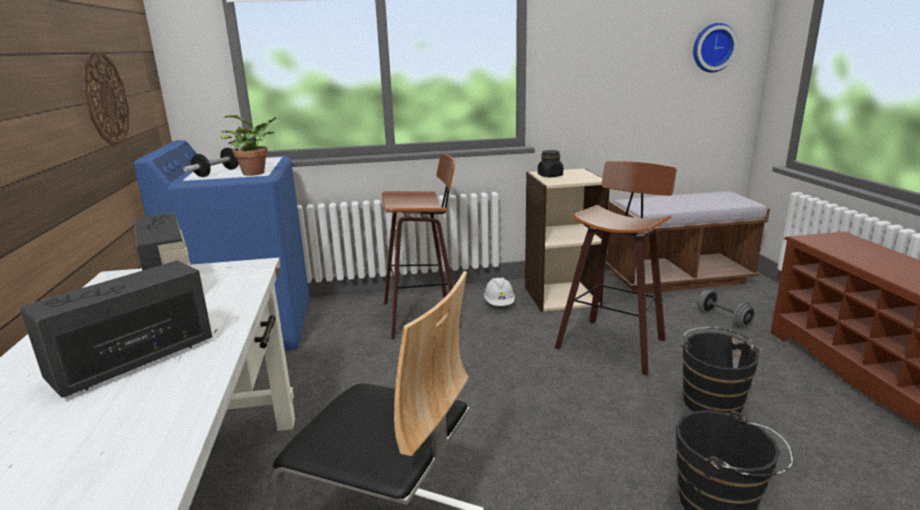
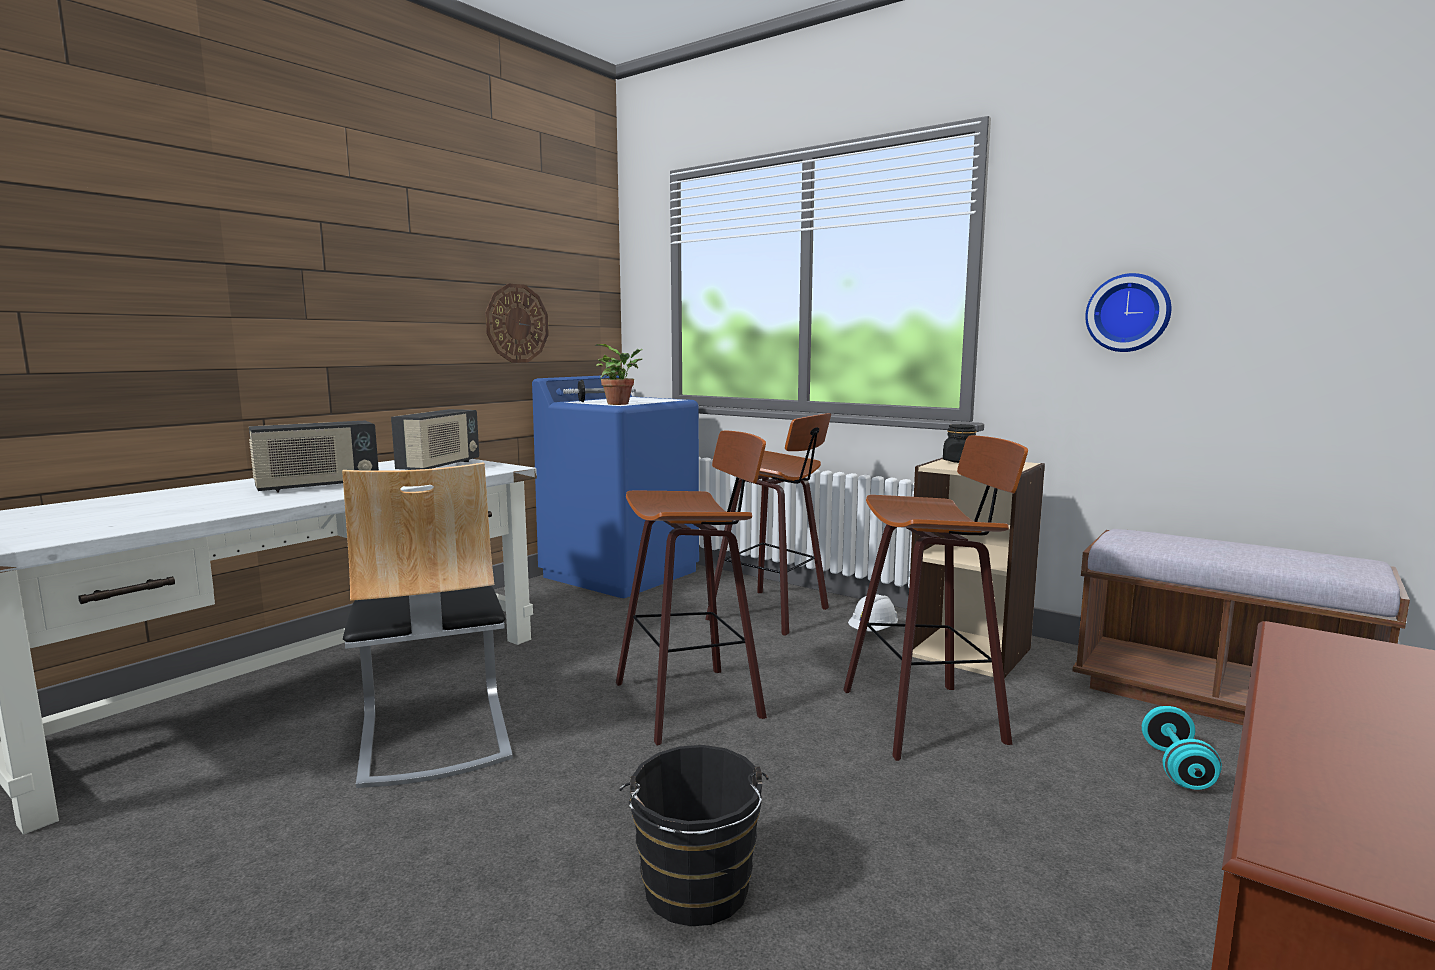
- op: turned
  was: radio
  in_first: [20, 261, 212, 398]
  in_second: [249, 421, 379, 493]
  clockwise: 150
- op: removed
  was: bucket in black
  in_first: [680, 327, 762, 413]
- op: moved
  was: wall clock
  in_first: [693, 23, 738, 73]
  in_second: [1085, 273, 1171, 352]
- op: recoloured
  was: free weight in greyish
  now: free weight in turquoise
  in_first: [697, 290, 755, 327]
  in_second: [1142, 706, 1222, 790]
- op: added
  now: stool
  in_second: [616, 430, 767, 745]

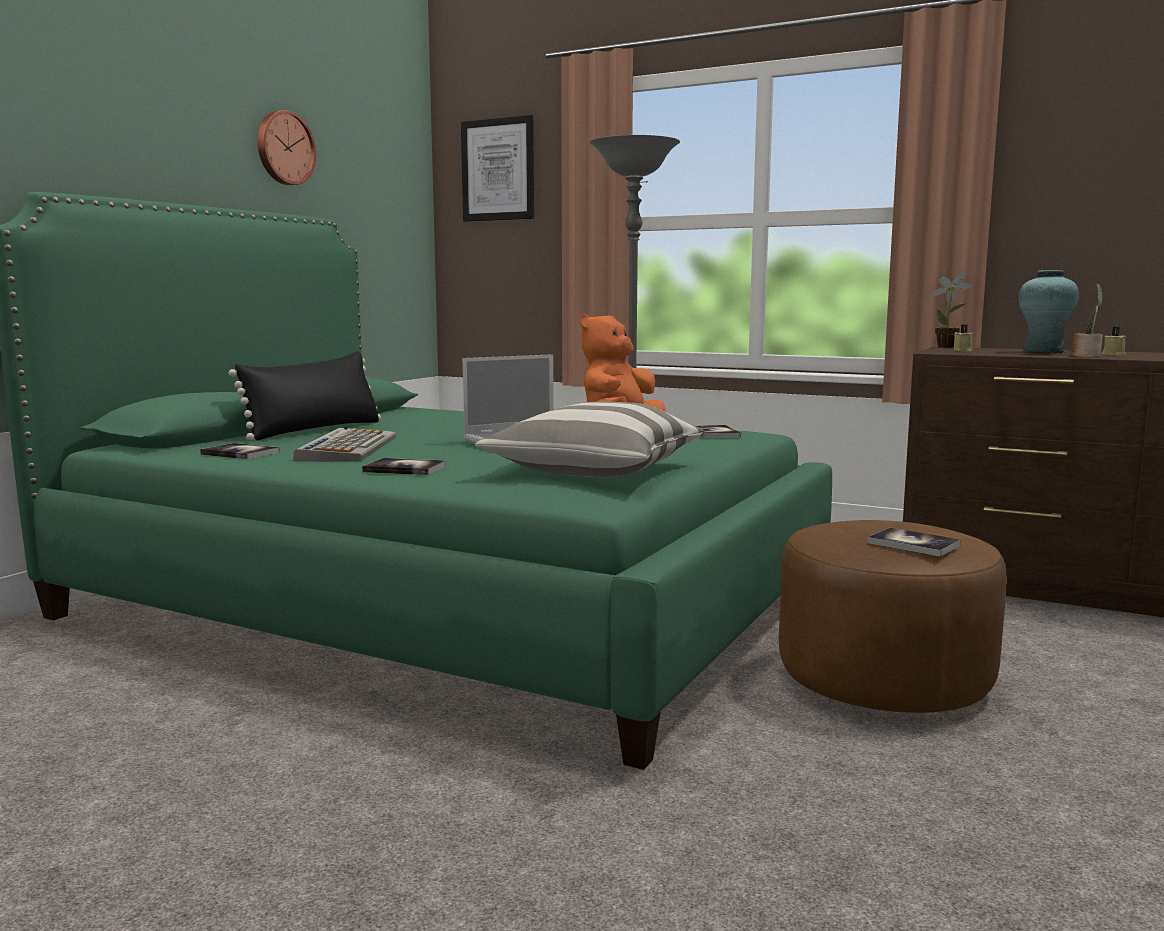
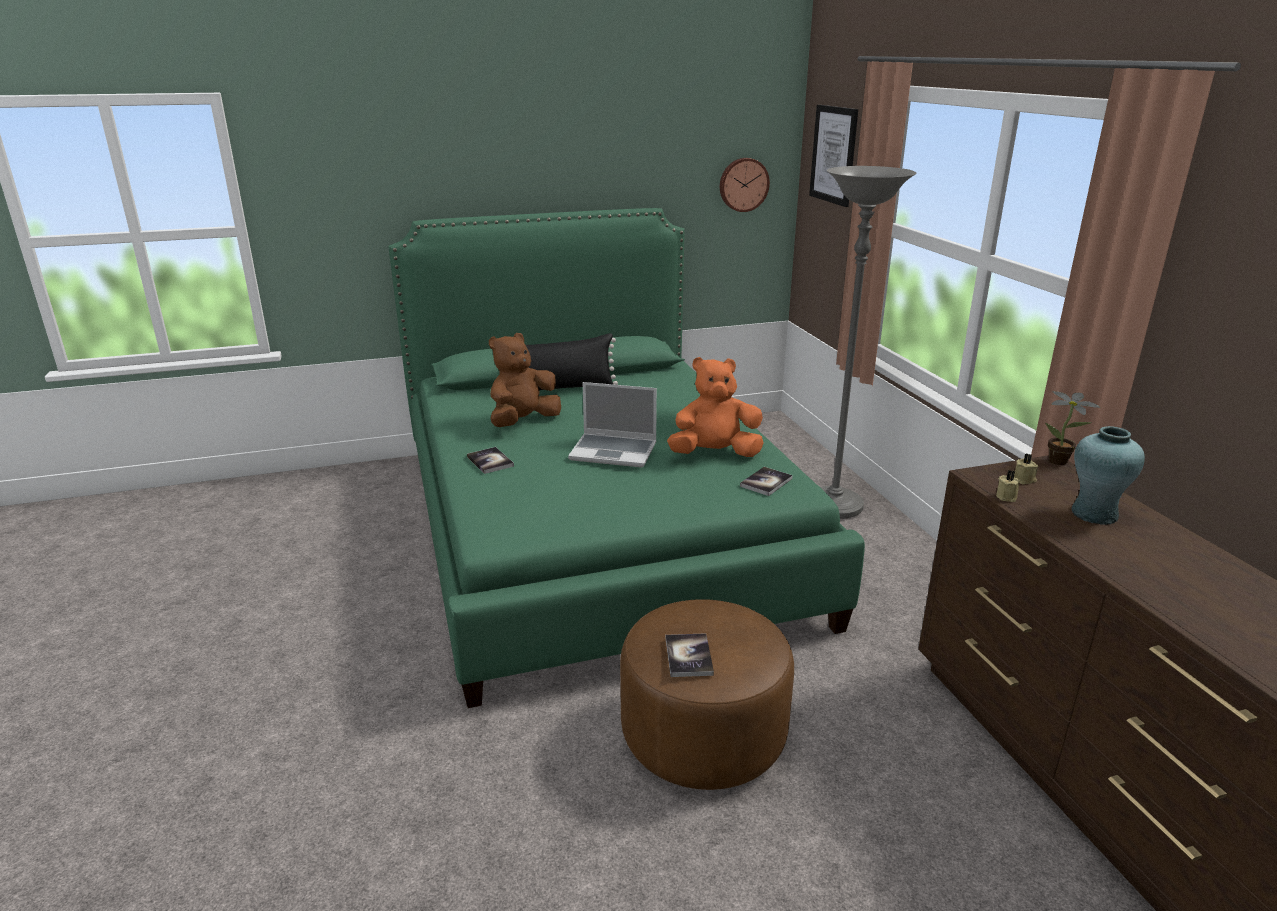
- op: removed
  was: volume
  in_first: [200, 443, 280, 459]
- op: moved
  was: wall clock
  in_first: [257, 110, 316, 185]
  in_second: [720, 158, 770, 212]
- op: replaced
  was: PC keyboard
  now: soft toy in brown-coloured
  in_first: [294, 427, 396, 462]
  in_second: [489, 333, 561, 427]
- op: removed
  was: throw pillow
  in_first: [475, 402, 705, 477]
- op: removed
  was: plant in a pot
  in_first: [1072, 284, 1103, 357]
- op: moved
  was: candle in beige-coloured
  in_first: [1101, 327, 1126, 356]
  in_second: [996, 470, 1020, 502]

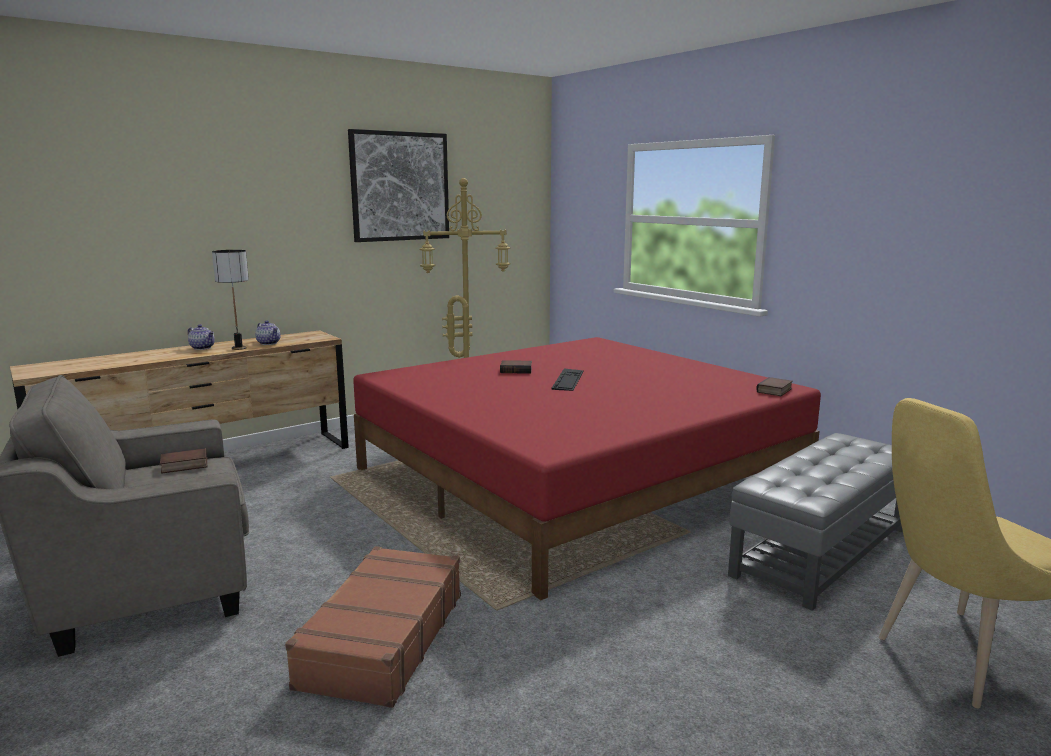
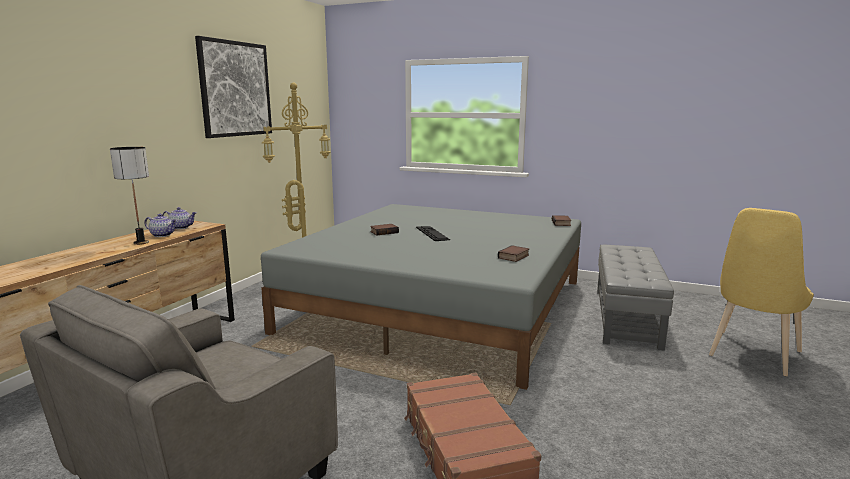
- op: moved
  was: volume
  in_first: [160, 448, 207, 474]
  in_second: [498, 245, 529, 262]
- op: moved
  was: tea pot
  in_first: [188, 324, 215, 350]
  in_second: [162, 207, 196, 229]
- op: recoloured
  was: bedroom bed in red-coloured
  now: bedroom bed in greyish
  in_first: [353, 337, 821, 600]
  in_second: [261, 204, 581, 390]

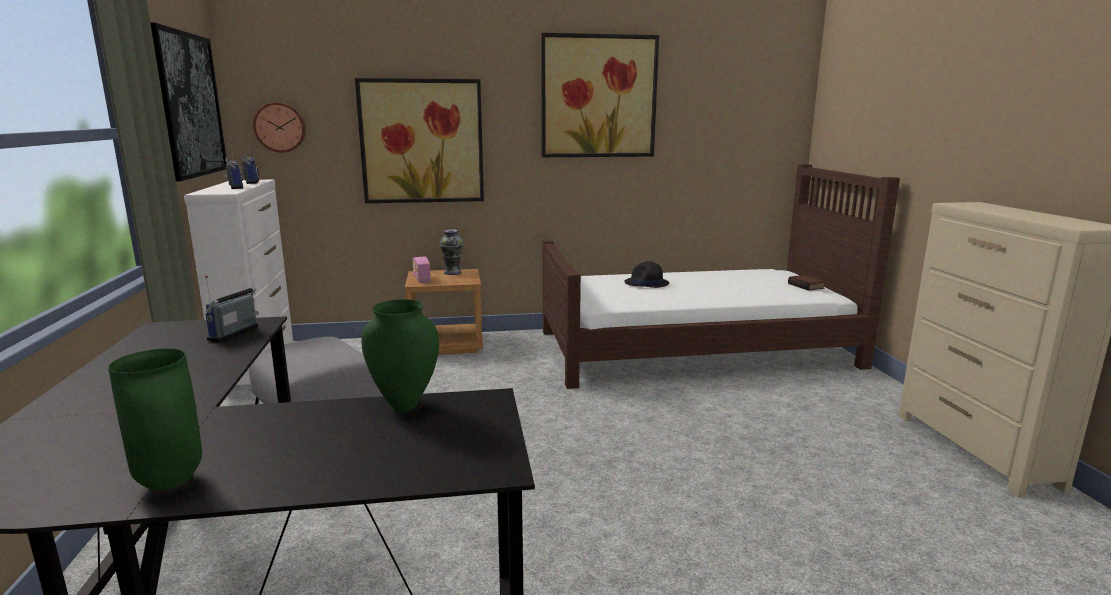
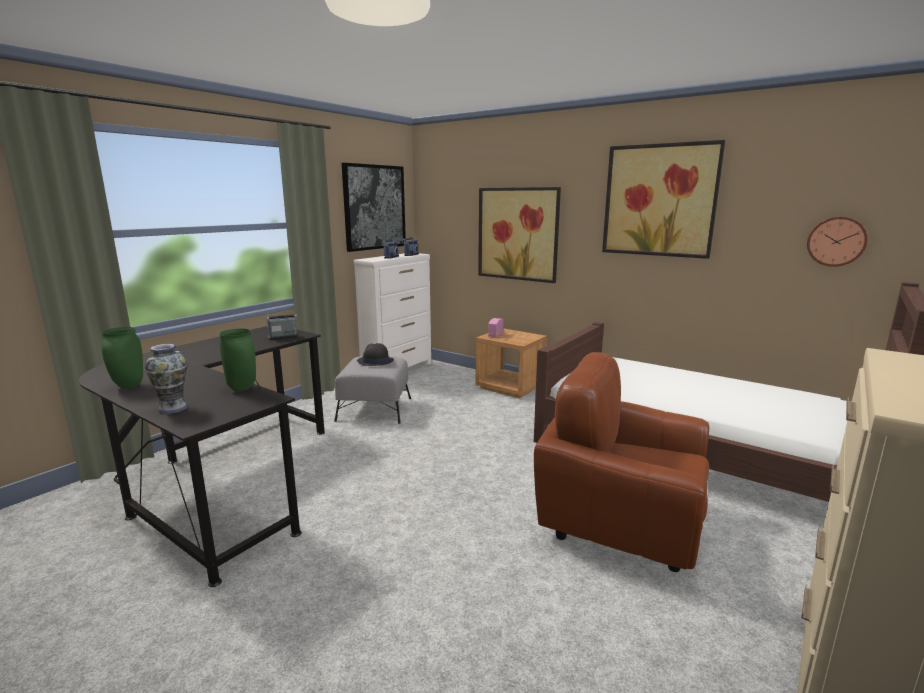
- op: moved
  was: wall clock
  in_first: [253, 102, 306, 153]
  in_second: [807, 217, 868, 267]
- op: moved
  was: decorative vase
  in_first: [440, 229, 464, 275]
  in_second: [145, 344, 188, 414]
- op: moved
  was: clothing hat in black
  in_first: [624, 261, 669, 288]
  in_second: [357, 343, 394, 366]
- op: removed
  was: volume
  in_first: [788, 275, 825, 291]
- op: added
  now: lounge chair in brown-coloured
  in_second: [534, 352, 709, 572]

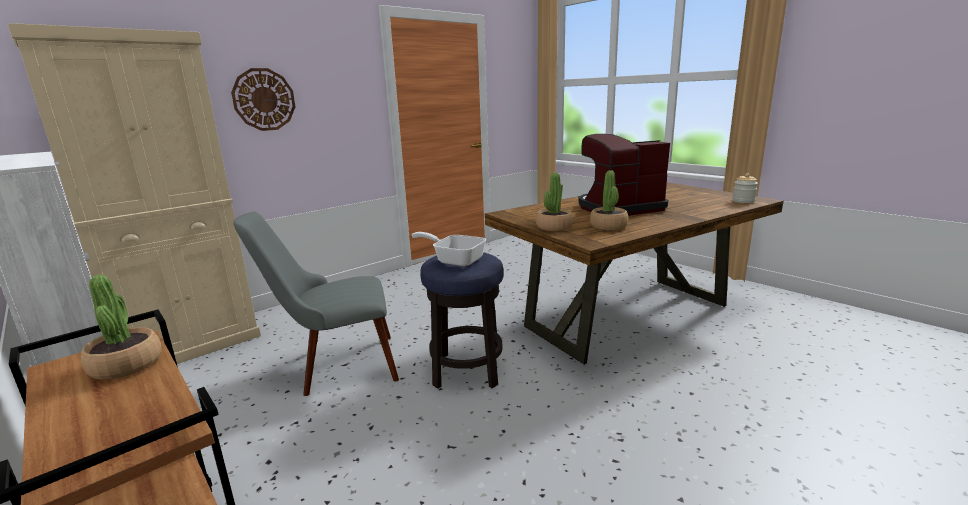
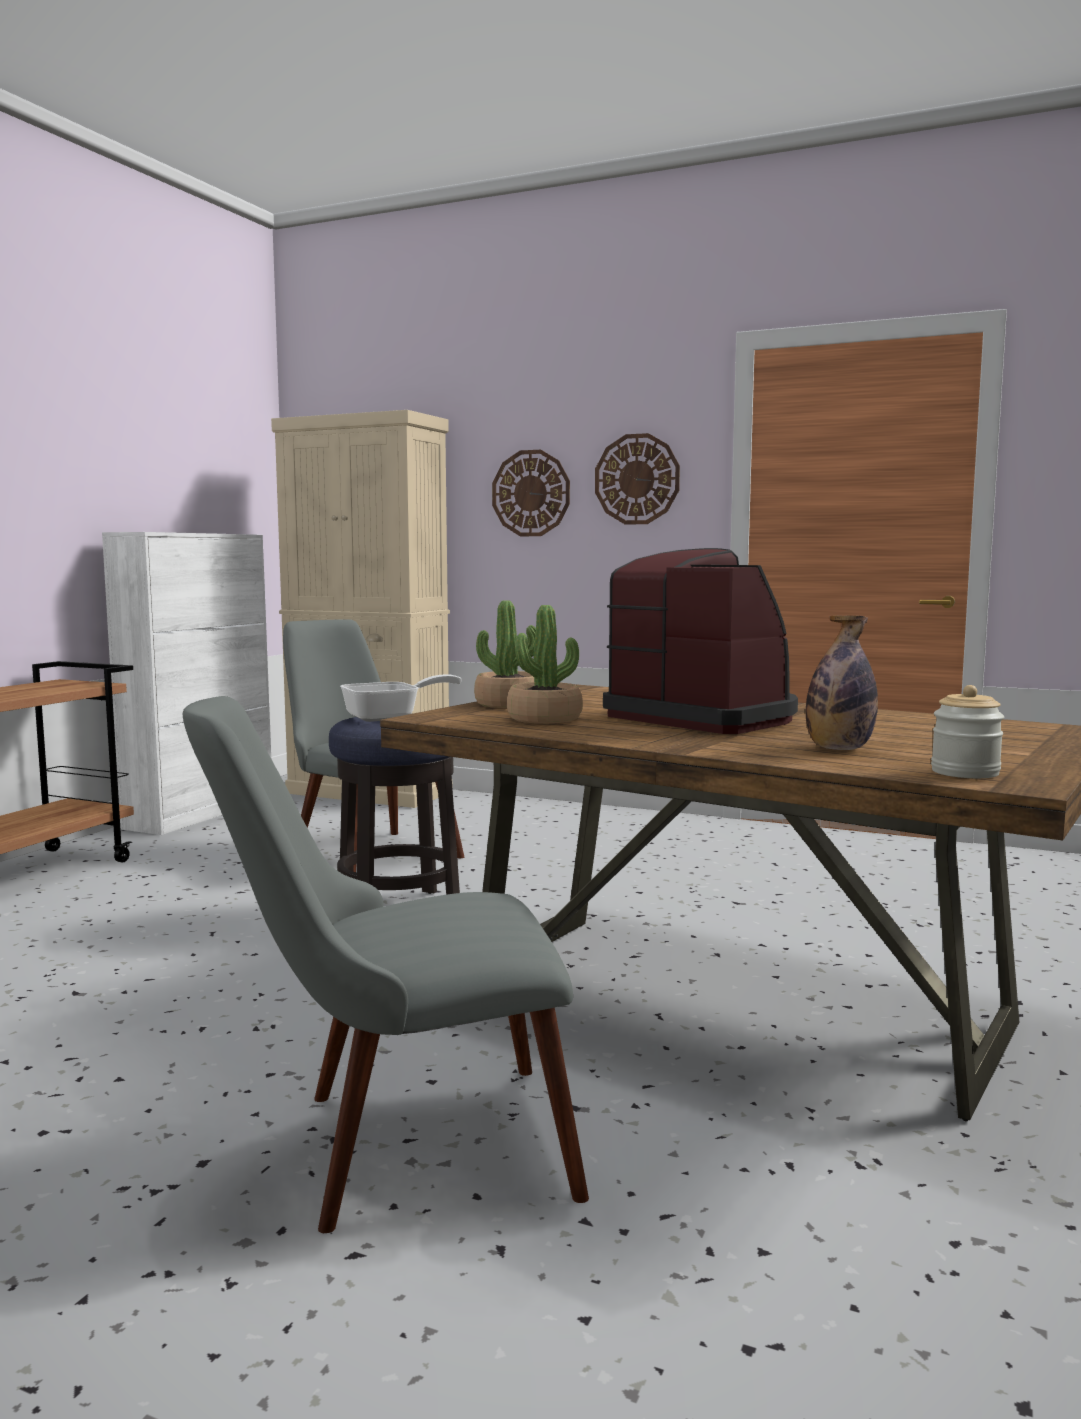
- op: removed
  was: plant in a pot
  in_first: [81, 275, 161, 380]
- op: turned
  was: pan
  in_first: [412, 232, 486, 267]
  in_second: [340, 674, 462, 722]
  clockwise: 60
- op: added
  now: plain chair in greyish
  in_second: [183, 696, 589, 1233]
- op: added
  now: wall clock
  in_second: [595, 433, 680, 525]
- op: added
  now: bottle
  in_second: [806, 615, 878, 750]

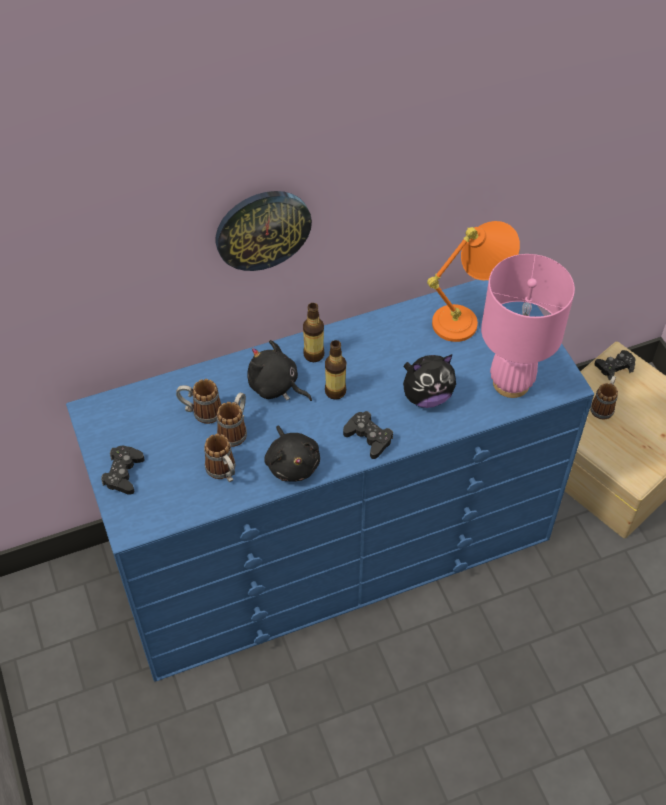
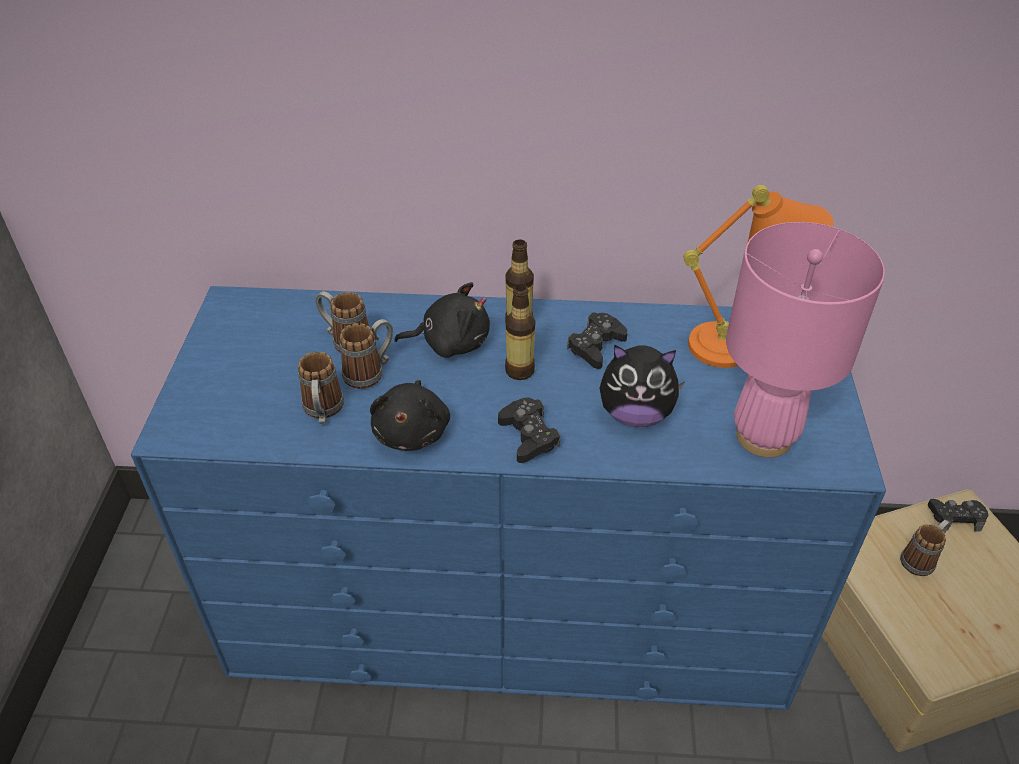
- op: moved
  was: game controller in black
  in_first: [101, 446, 145, 495]
  in_second: [567, 312, 628, 369]
- op: removed
  was: wall clock
  in_first: [216, 191, 312, 271]
- op: turned
  was: soft toy in black
  in_first: [247, 340, 312, 401]
  in_second: [394, 282, 490, 358]
  clockwise: 120

